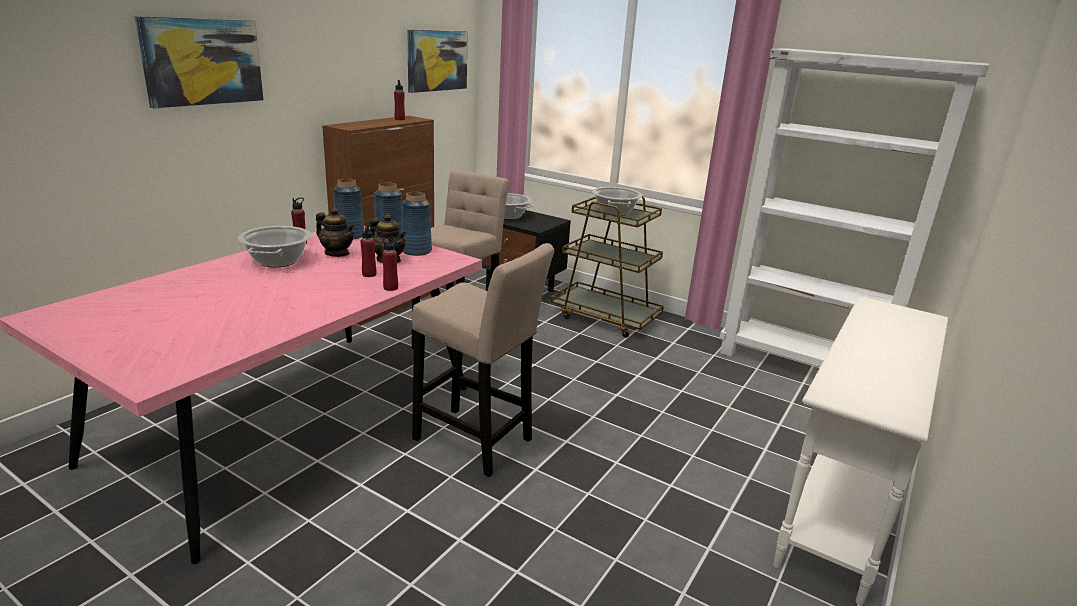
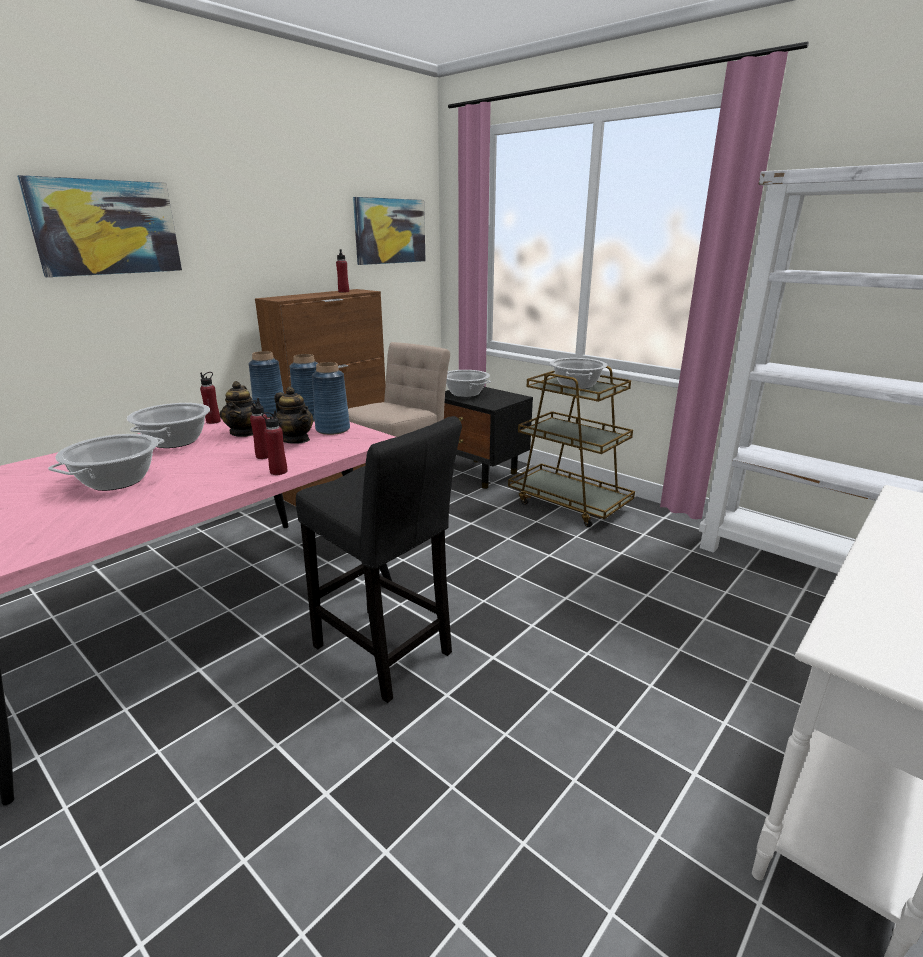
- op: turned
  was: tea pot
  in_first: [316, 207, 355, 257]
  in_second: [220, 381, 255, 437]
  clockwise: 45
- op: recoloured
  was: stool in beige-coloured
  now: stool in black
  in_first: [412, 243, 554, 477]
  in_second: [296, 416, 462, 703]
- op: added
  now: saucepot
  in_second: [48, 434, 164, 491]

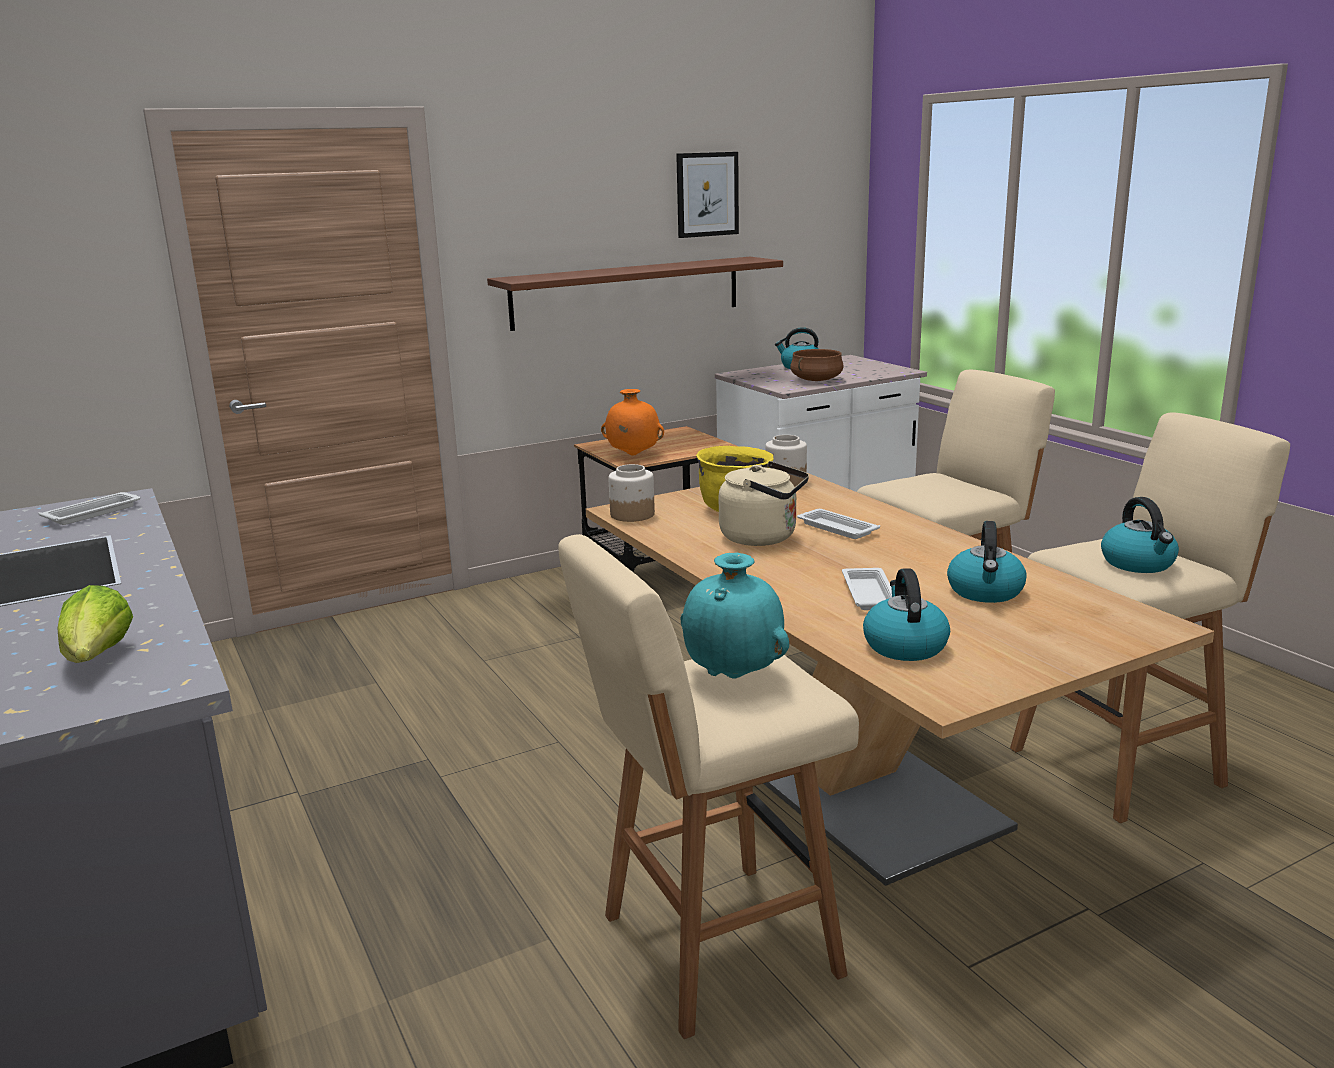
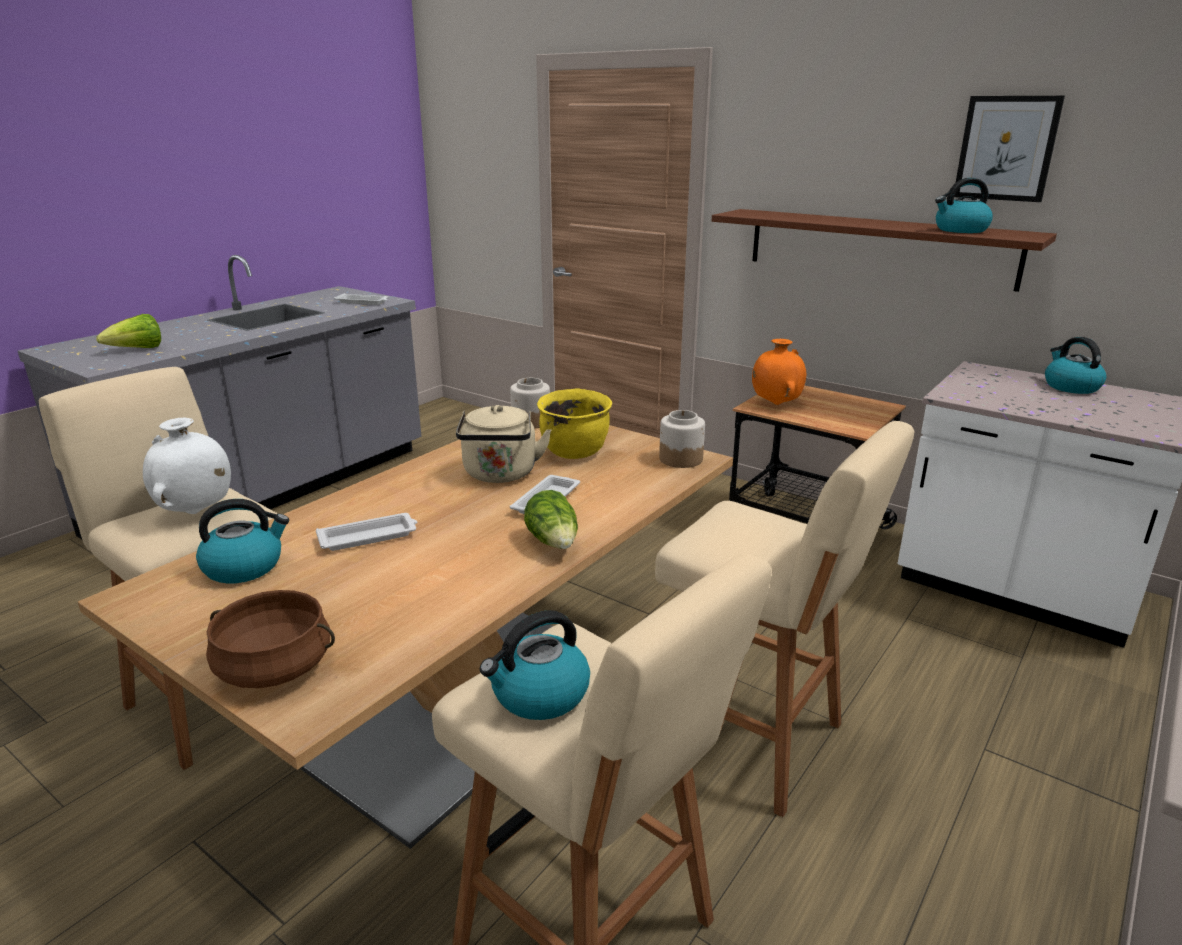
- op: recoloured
  was: decorative vase in turquoise
  now: decorative vase in white
  in_first: [681, 553, 789, 679]
  in_second: [143, 418, 231, 514]
- op: moved
  was: saucepot in brown-coloured
  in_first: [790, 349, 843, 381]
  in_second: [206, 590, 335, 688]
- op: moved
  was: kettle
  in_first: [947, 521, 1027, 603]
  in_second: [935, 178, 993, 233]
- op: added
  now: lettuce head
  in_second: [524, 490, 578, 549]

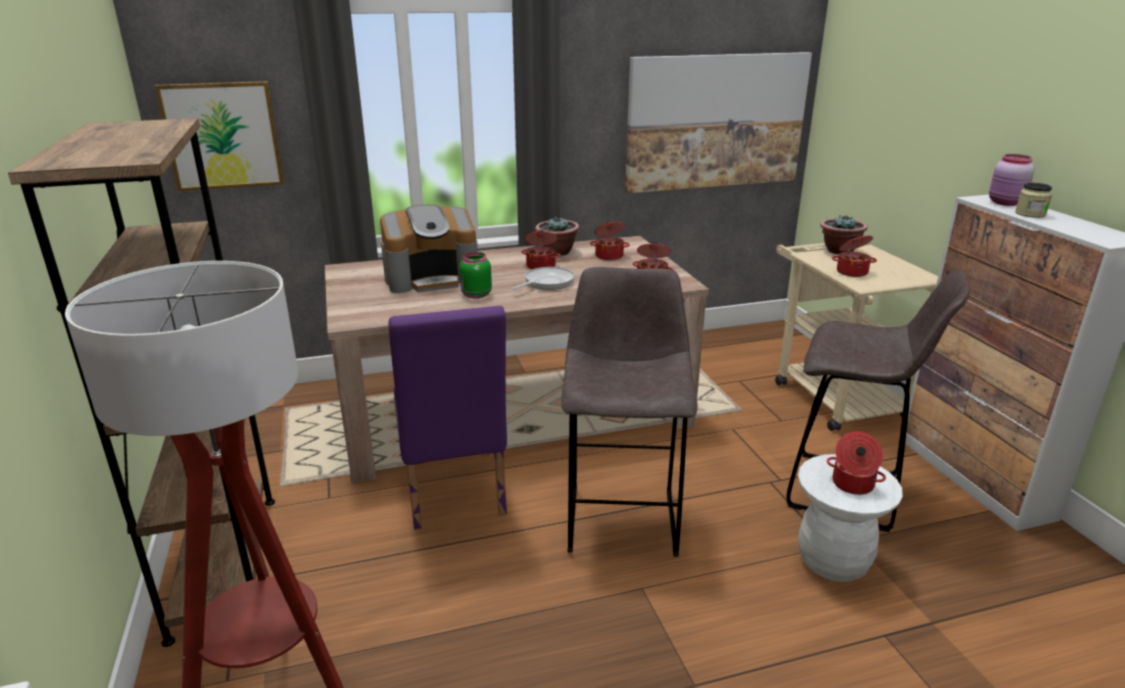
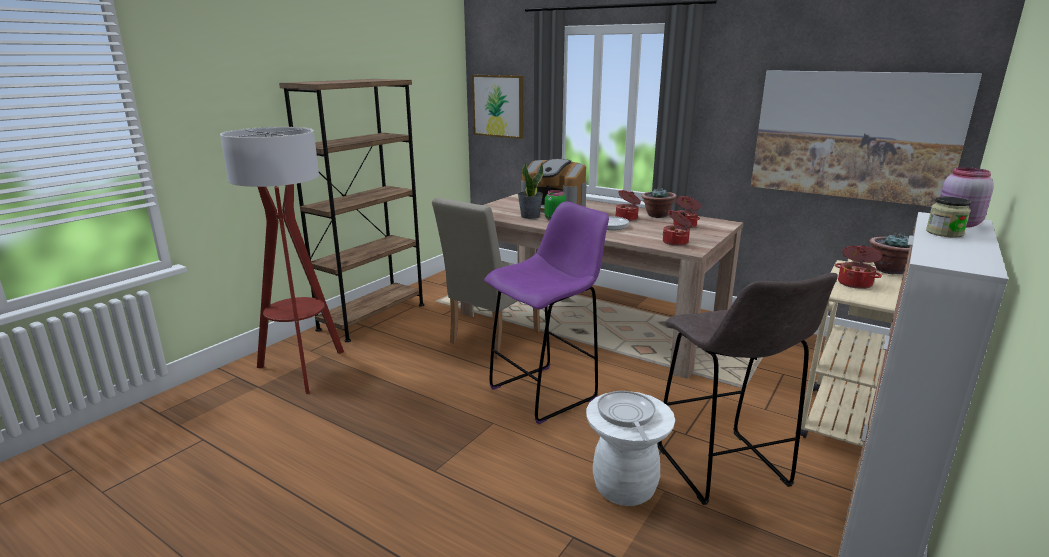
- op: recoloured
  was: plain chair in purple-coloured
  now: plain chair in beige-coloured
  in_first: [388, 306, 507, 529]
  in_second: [432, 197, 540, 359]
- op: recoloured
  was: stool in greyish
  now: stool in purple-coloured
  in_first: [561, 267, 697, 557]
  in_second: [484, 202, 609, 424]
- op: replaced
  was: saucepot
  now: pan
  in_first: [827, 431, 886, 495]
  in_second: [597, 391, 656, 442]
- op: added
  now: plant in a pot
  in_second: [518, 161, 543, 219]

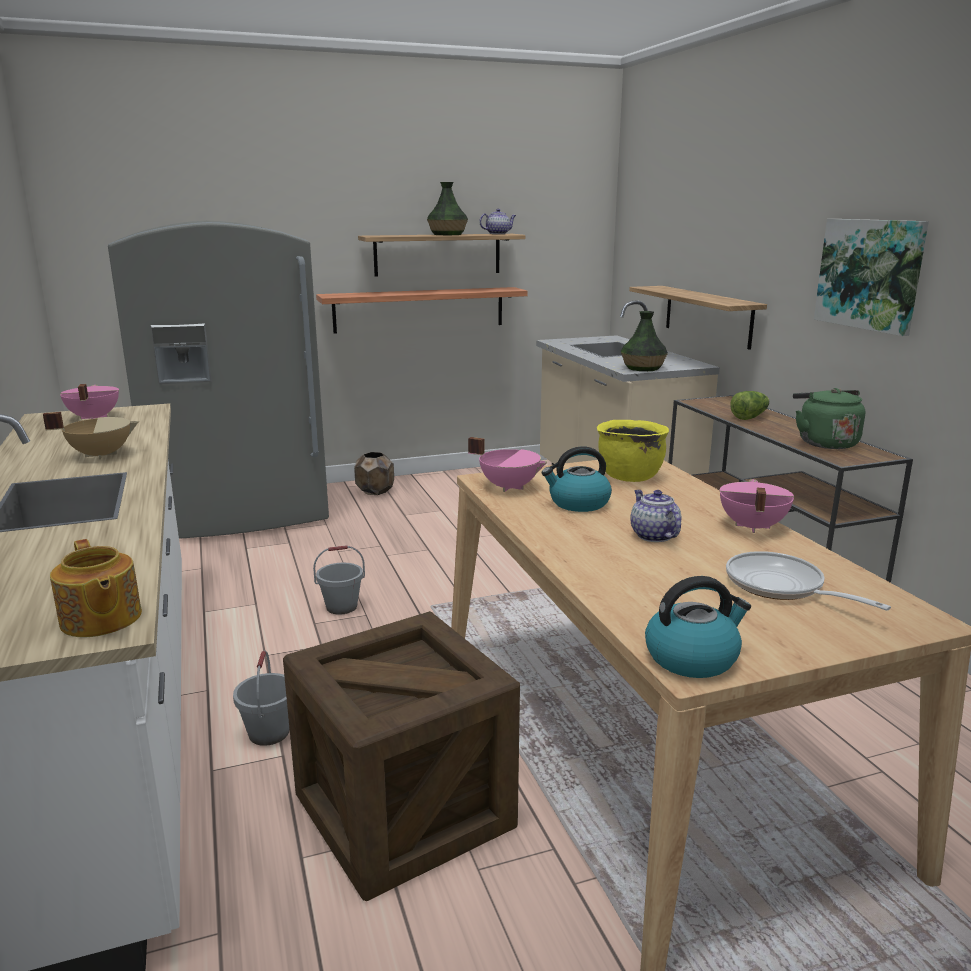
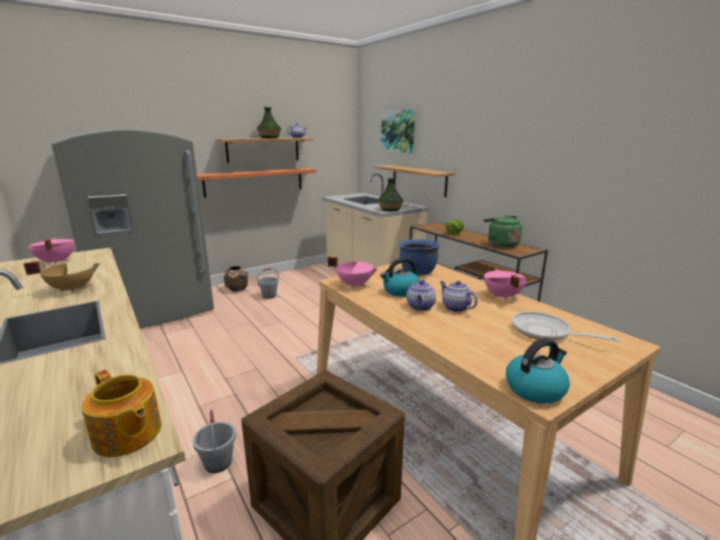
- op: moved
  was: bucket in greyish
  in_first: [313, 545, 365, 615]
  in_second: [257, 268, 279, 299]
- op: recoloured
  was: saucepot in yellow-coloured
  now: saucepot in bluish
  in_first: [597, 420, 669, 482]
  in_second: [399, 239, 440, 275]
- op: moved
  was: wall picture
  in_first: [814, 219, 929, 336]
  in_second: [381, 109, 415, 154]
- op: added
  now: tea pot
  in_second: [406, 279, 436, 311]

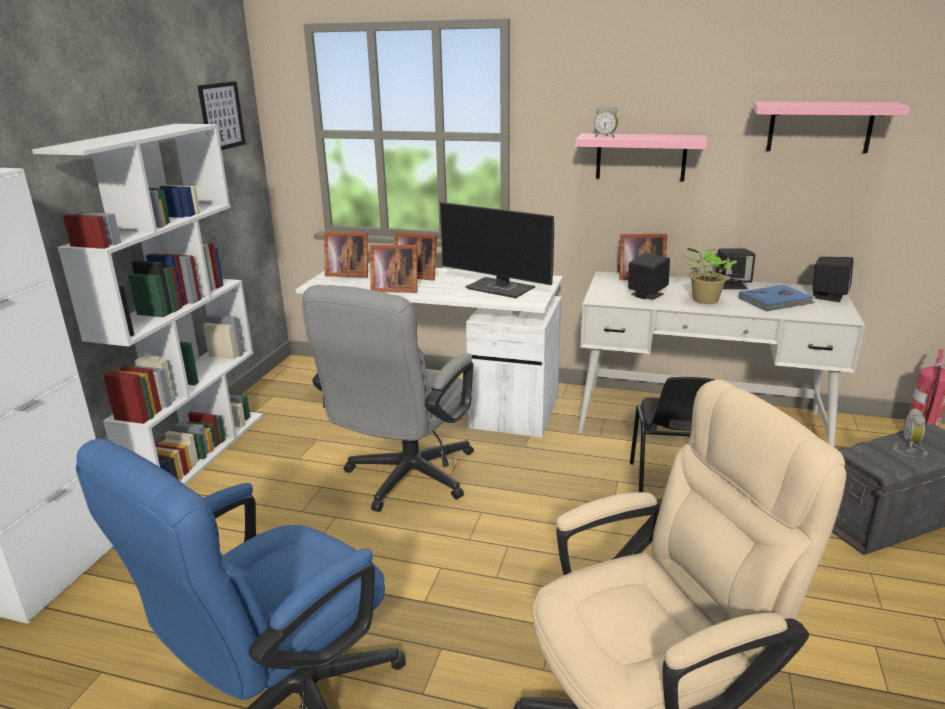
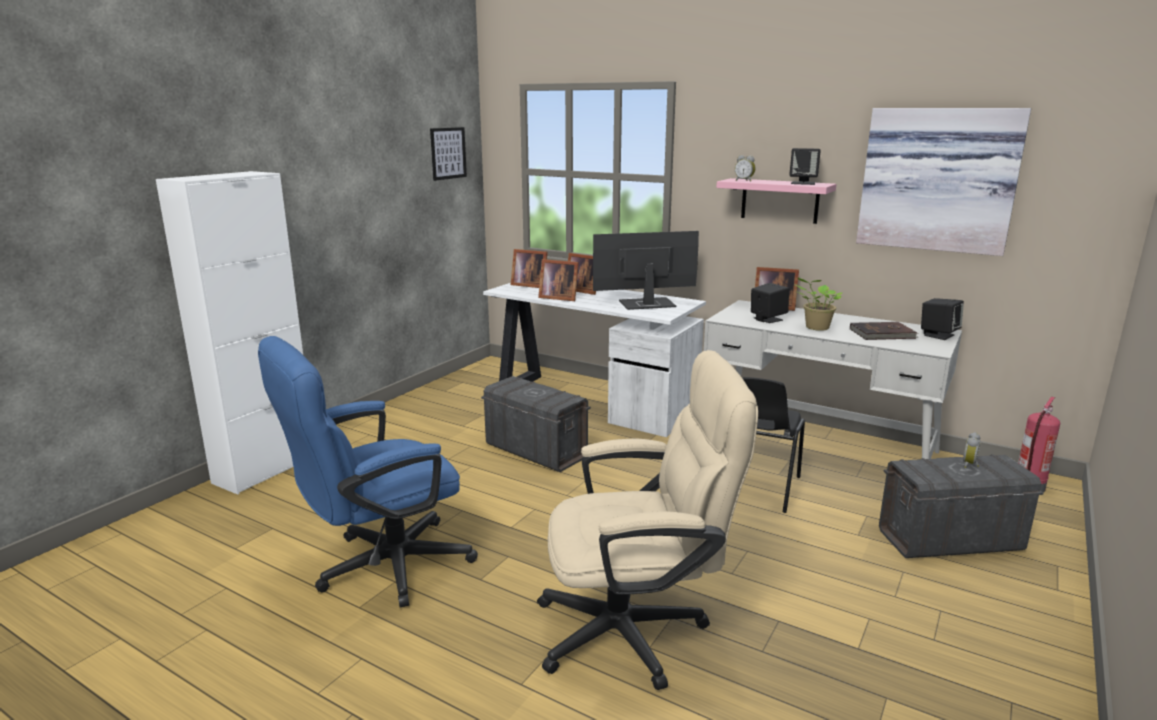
- op: removed
  was: bookcase in white
  in_first: [32, 124, 263, 485]
- op: replaced
  was: desk chair in greyish
  now: storage box in greyish
  in_first: [302, 285, 474, 512]
  in_second: [481, 376, 591, 472]
- op: turned
  was: computer display
  in_first: [440, 202, 554, 298]
  in_second: [593, 231, 699, 310]
  clockwise: 120
- op: moved
  was: loudspeaker in black
  in_first: [716, 248, 755, 289]
  in_second: [789, 148, 821, 185]
- op: recoloured
  was: volume in bluish
  now: volume in brown-coloured
  in_first: [739, 285, 816, 311]
  in_second: [850, 322, 919, 340]
- op: replaced
  was: shelf in pinkish
  now: wall picture
  in_first: [753, 102, 910, 153]
  in_second: [856, 108, 1031, 256]

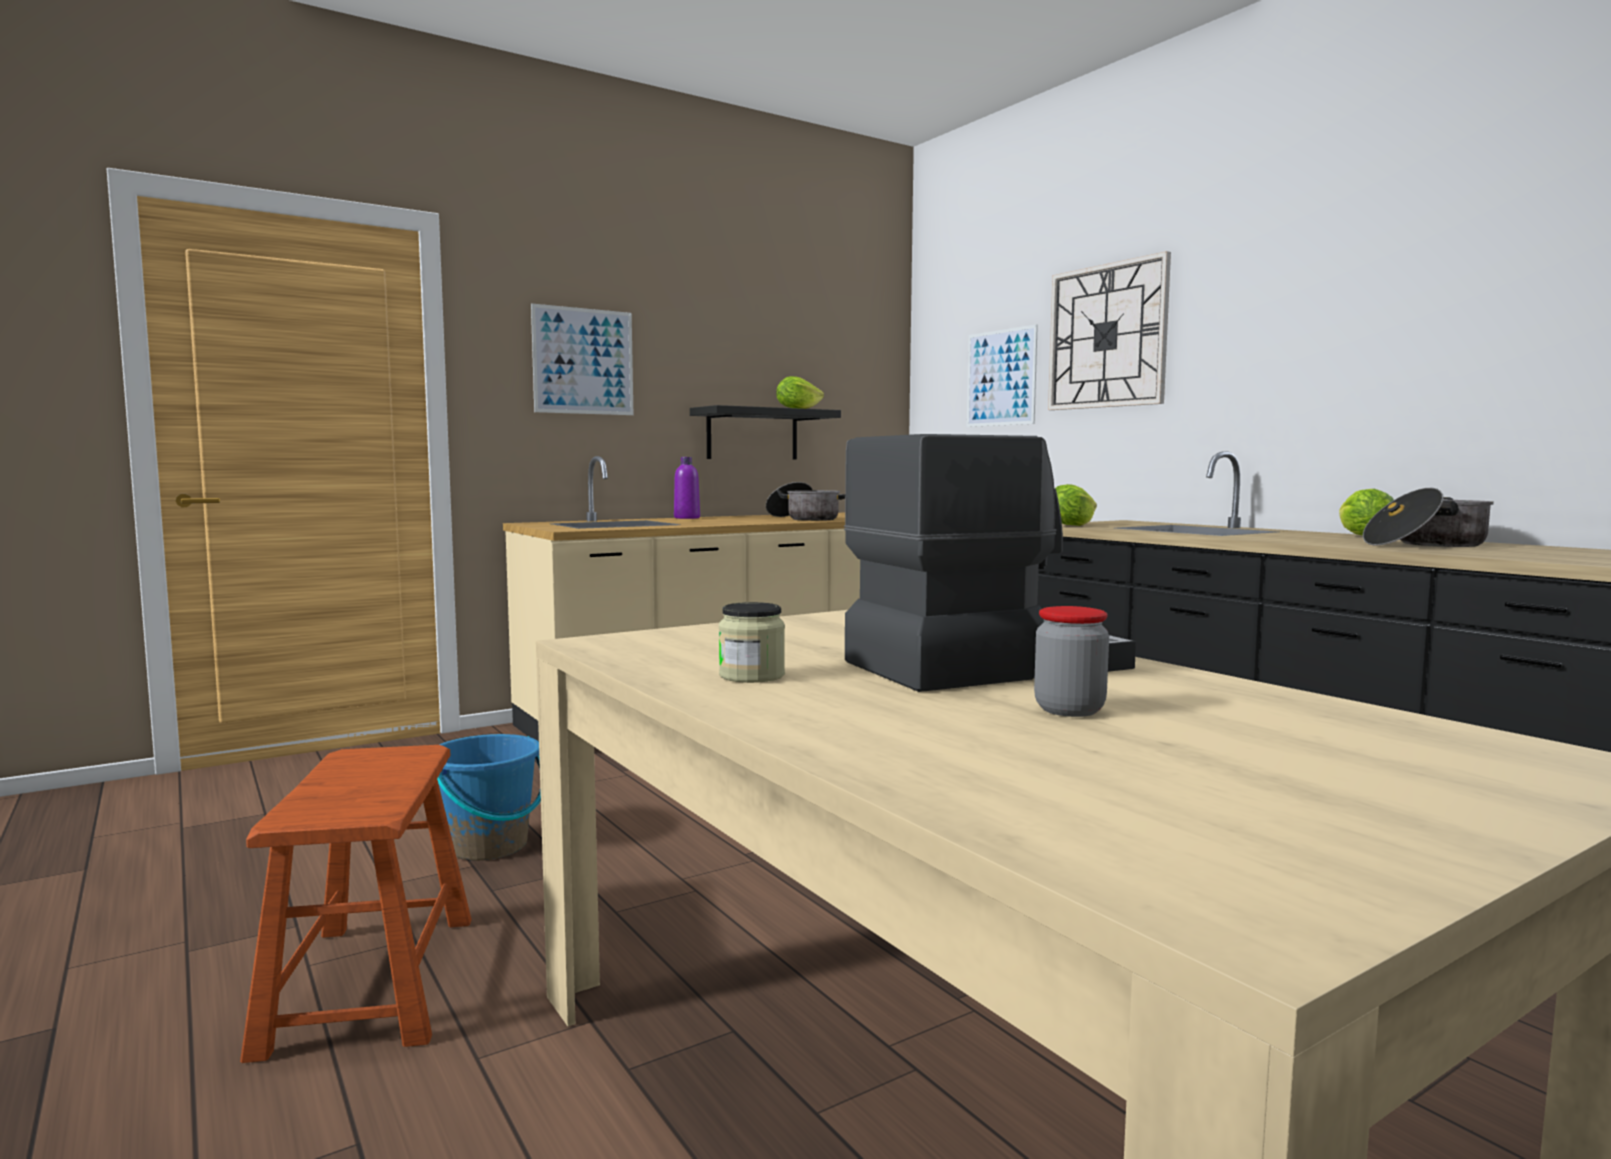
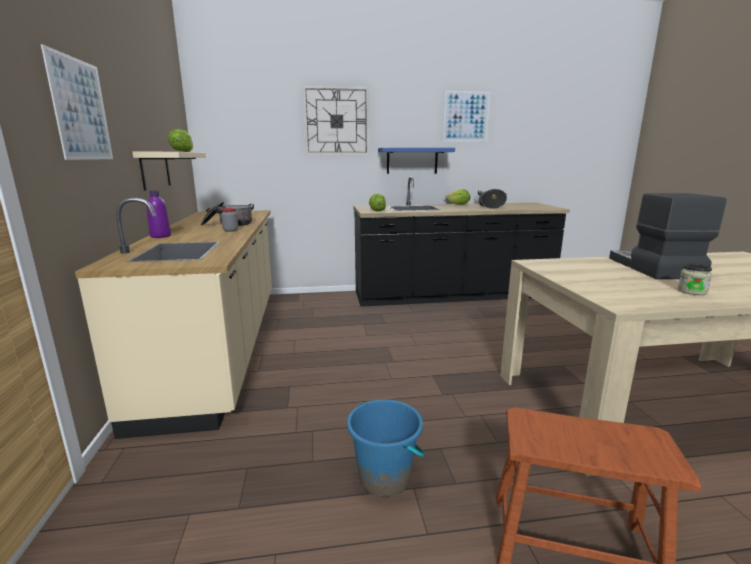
- op: recoloured
  was: shelf in black
  now: shelf in beige-coloured
  in_first: [690, 405, 841, 460]
  in_second: [132, 152, 206, 191]
- op: moved
  was: wall picture
  in_first: [967, 324, 1038, 427]
  in_second: [443, 91, 490, 141]
- op: moved
  was: preserve jar
  in_first: [1034, 606, 1109, 717]
  in_second: [221, 208, 238, 232]
- op: added
  now: shelf in bluish
  in_second: [378, 148, 455, 174]

